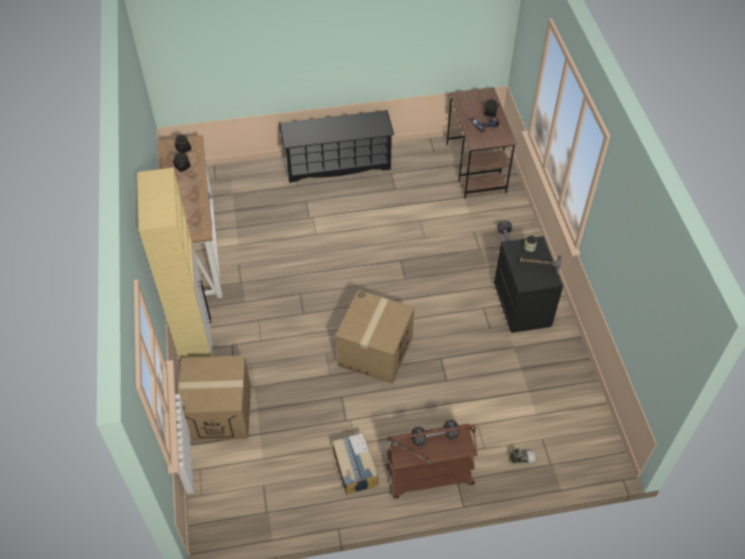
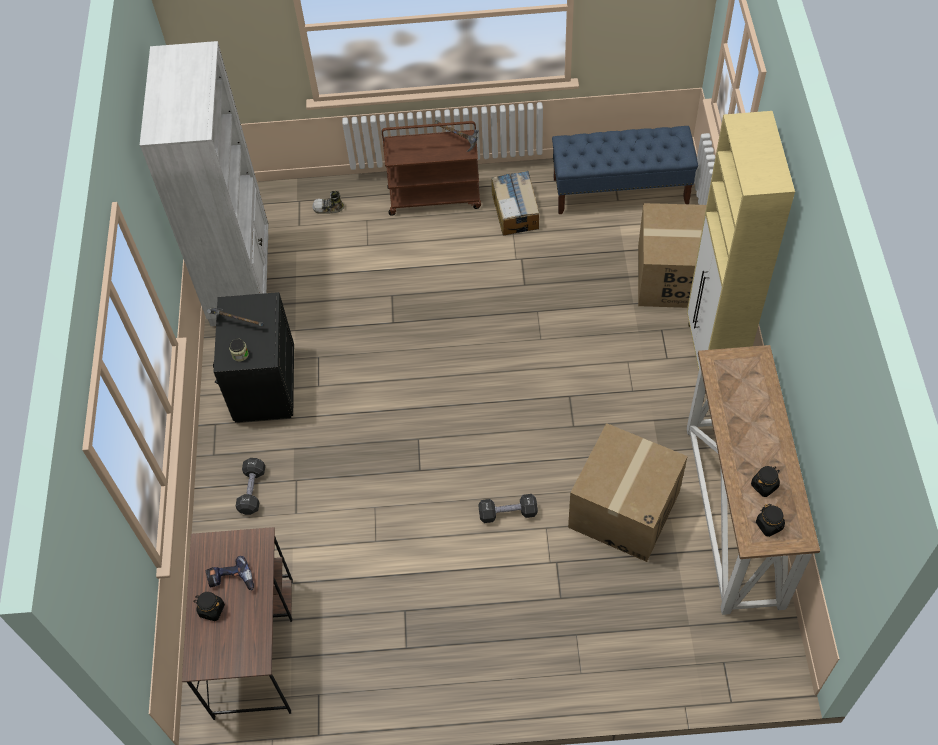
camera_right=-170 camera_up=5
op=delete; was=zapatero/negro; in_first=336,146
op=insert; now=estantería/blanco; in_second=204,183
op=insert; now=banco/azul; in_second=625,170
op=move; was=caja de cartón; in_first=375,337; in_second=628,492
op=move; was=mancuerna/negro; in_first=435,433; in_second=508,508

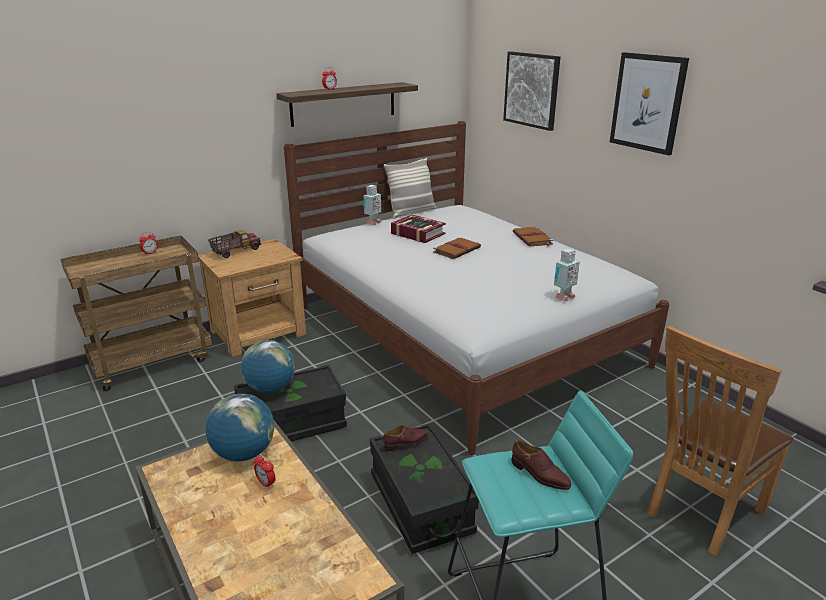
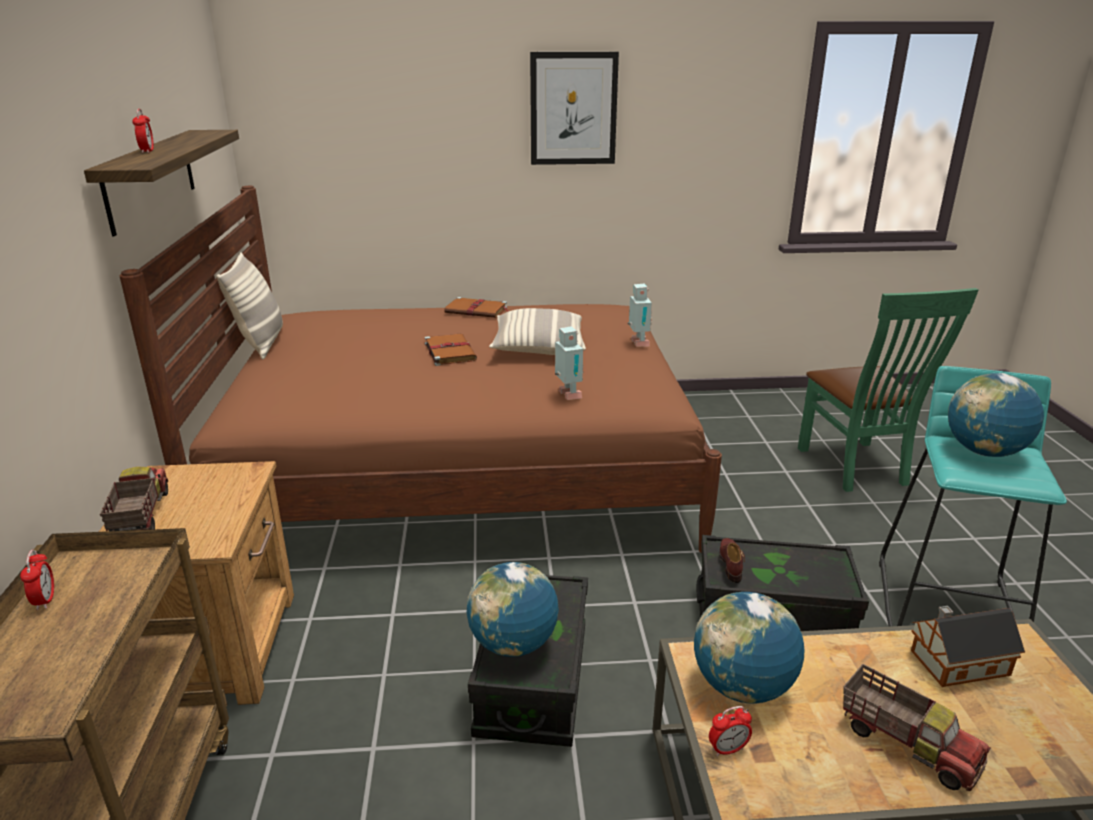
camera_right=-60 camera_up=0
op=delete; was=libro; in_first=418,229
op=delete; was=cuadro; in_first=531,91
op=insert; now=cojín; in_second=537,331
op=insert; now=camión de juguete; in_second=917,727
op=insert; now=casita; in_second=968,646
op=move; was=despertador; in_first=265,471; in_second=730,731
op=move; was=robot de juguete; in_first=372,205; in_second=569,363
op=replace; was=zapato/marrón; now=globo terráqueo; in_first=541,465; in_second=996,415
op=recolor; was=cama/blanco; now=cama/marrón; in_first=476,288; in_second=421,369
op=recolor; was=silla/marrón; now=silla/verde; in_first=720,441; in_second=888,390

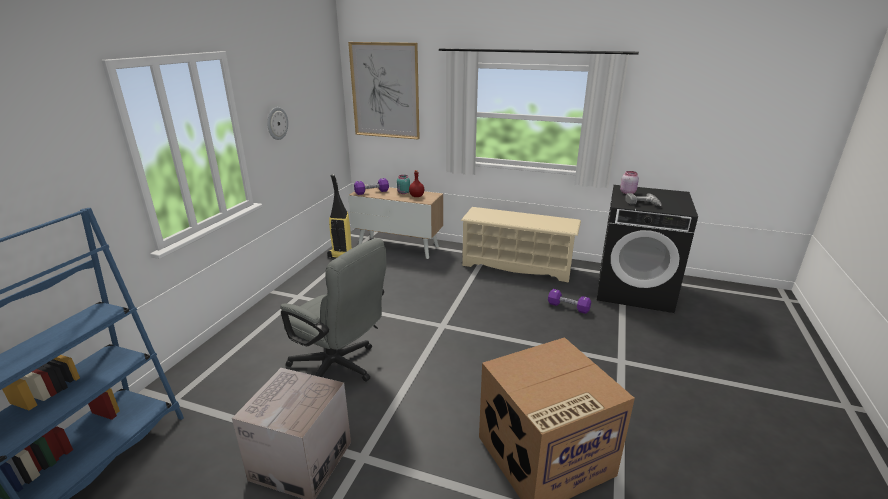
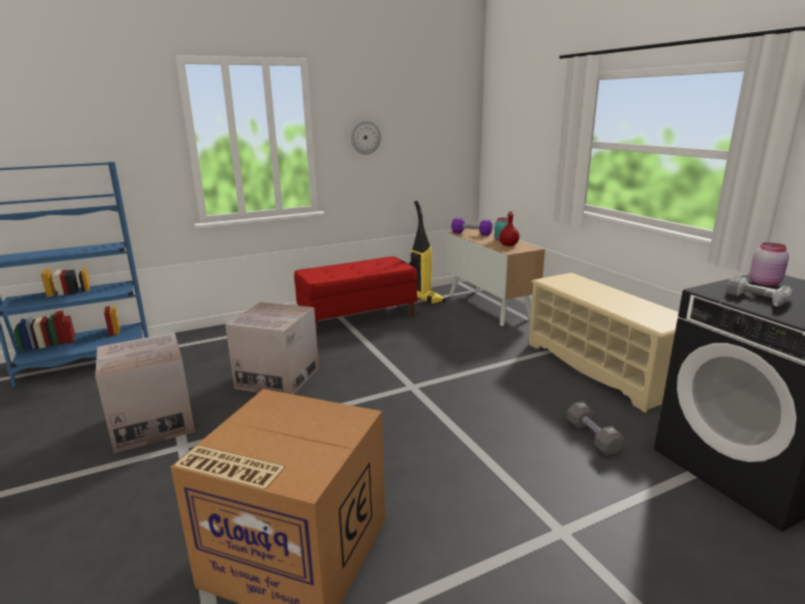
camera_right=45 camera_up=-5
op=delete; was=cuadro; in_first=384,91
op=insert; now=banco/rojo; in_second=355,296
op=replace; was=silla de oficina/gris; now=caja de cartón; in_first=333,310; in_second=272,348
op=recolor; was=mancuerna/morado; now=mancuerna/gris; in_first=569,301; in_second=595,428

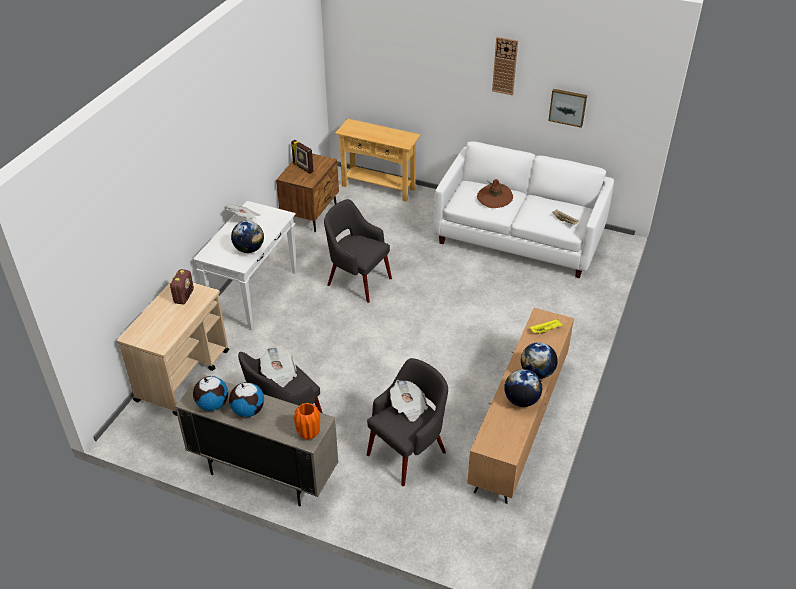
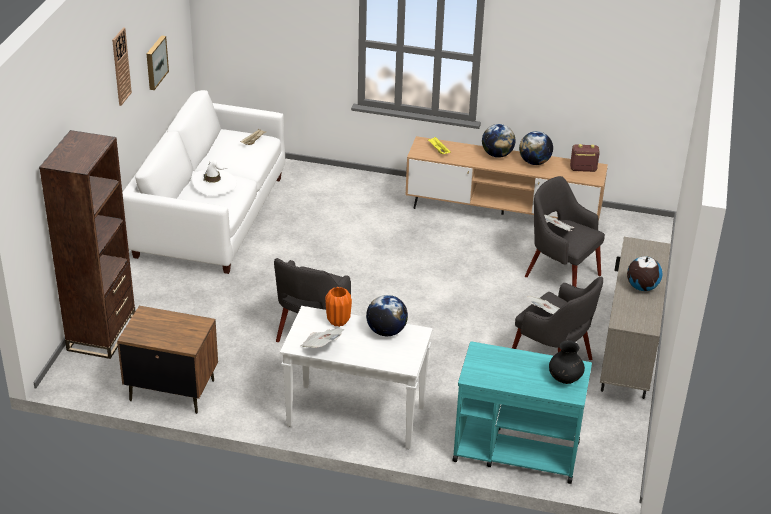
camera_right=-100 camera_up=-5
op=delete; was=globo terráqueo; in_first=210,393
op=delete; was=portarretratos; in_first=302,156
op=insert; now=florero/negro; in_second=567,362
op=move; was=radio; in_first=181,286; in_second=585,158
op=move; was=florero/naranja; in_first=307,421; in_second=338,307
op=replace; was=mesa consola/beis; now=estantería/marrón; in_first=378,160; in_second=87,244
op=recolor; was=carrito/beis; now=carrito/turquesa; in_first=173,349; in_second=522,413
op=recolor; was=sombrero/marrón; now=sombrero/blanco; in_first=495,193; in_second=214,178

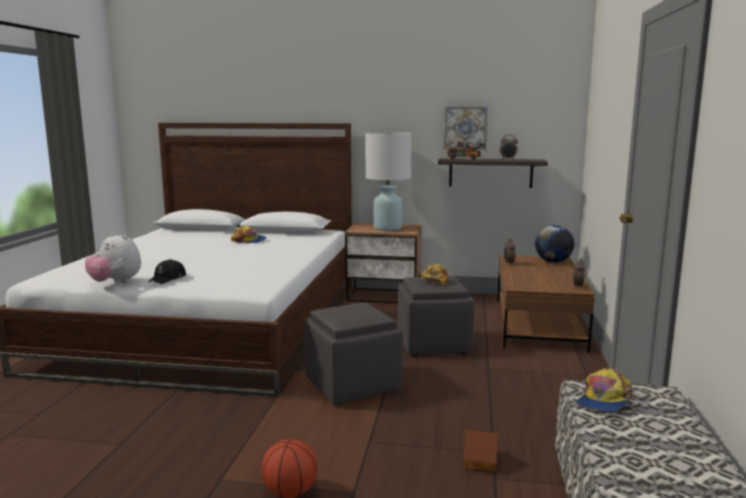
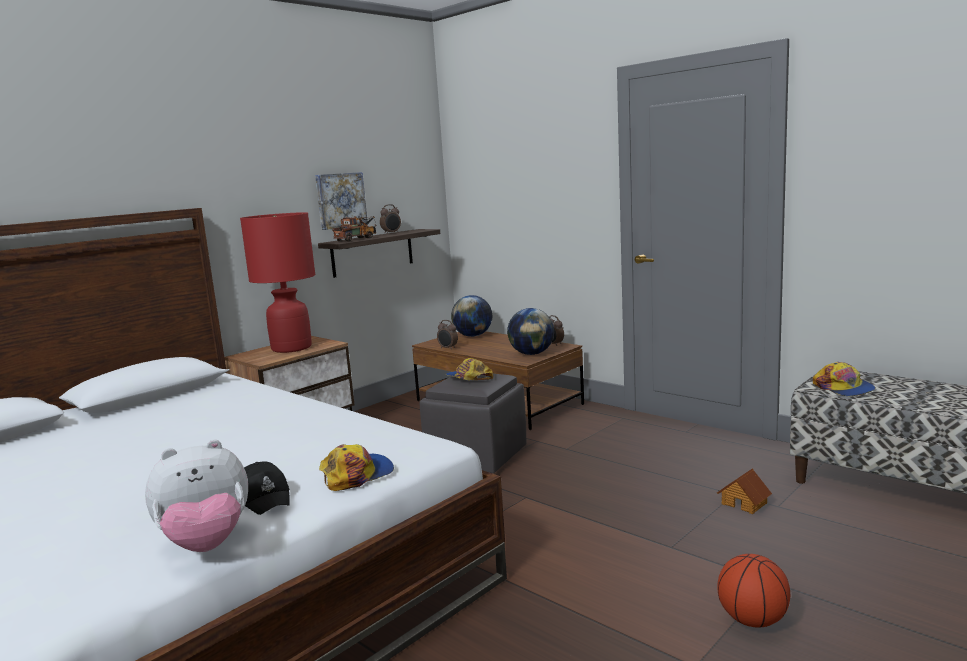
camera_right=-55 camera_up=0
op=delete; was=puf/gris; in_first=353,353
op=insert; now=globo terráqueo; in_second=530,331
op=move; was=gorra; in_first=248,234; in_second=356,467
op=recolor; was=lámpara de mesa/blanco; now=lámpara de mesa/rojo; in_first=388,181; in_second=277,282

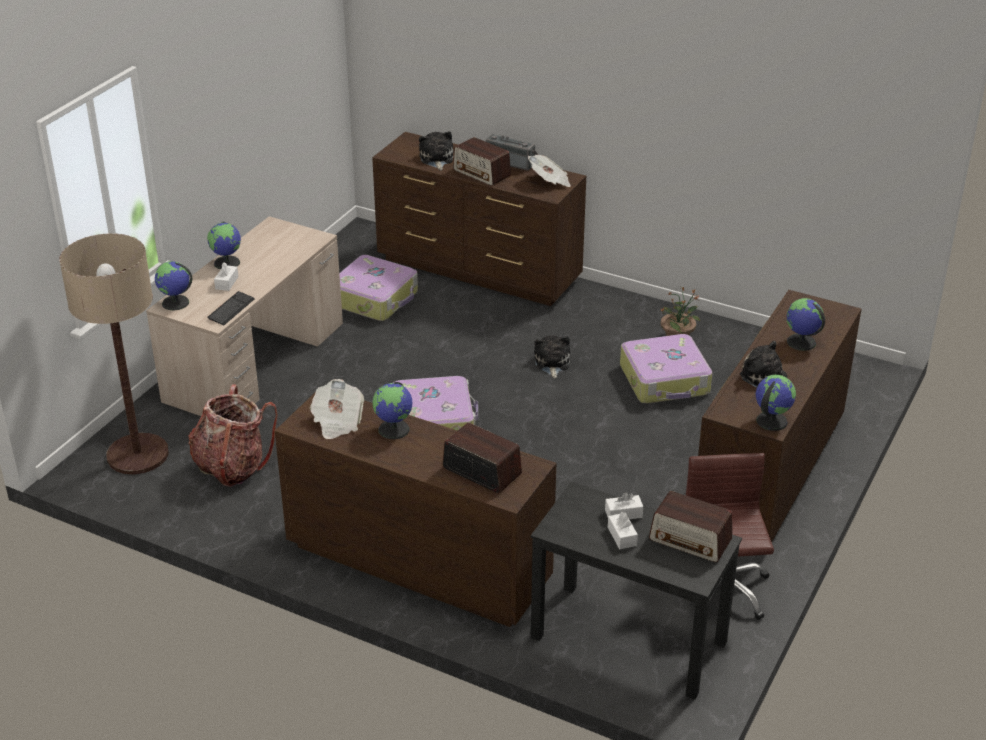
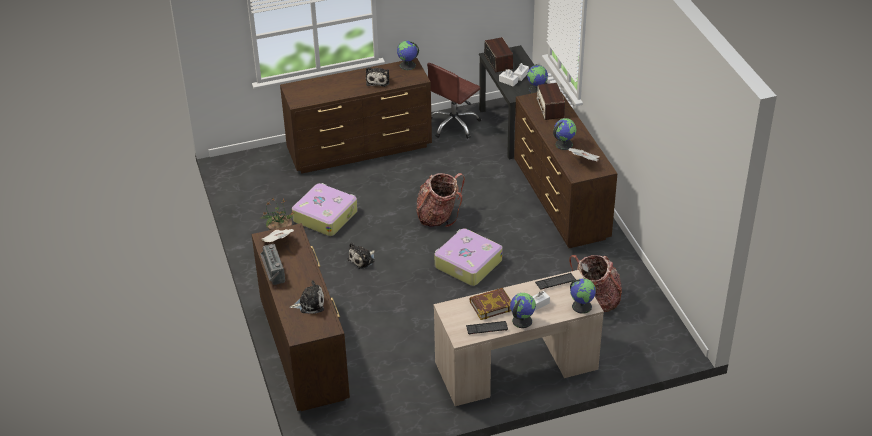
camera_right=-135 camera_up=5
op=delete; was=lámpara de pie; in_first=114,353
op=delete; was=maleta; in_first=378,288
op=delete; was=radio; in_first=482,161
op=insert; now=mochila; in_second=440,200
op=insert; now=teclado; in_second=487,327
op=insert; now=libro; in_second=490,304
op=move; was=globo terráqueo; in_first=806,324; in_second=537,78
op=rotate; was=peluche; in_first=436,150; in_second=306,297; clockwise=-135

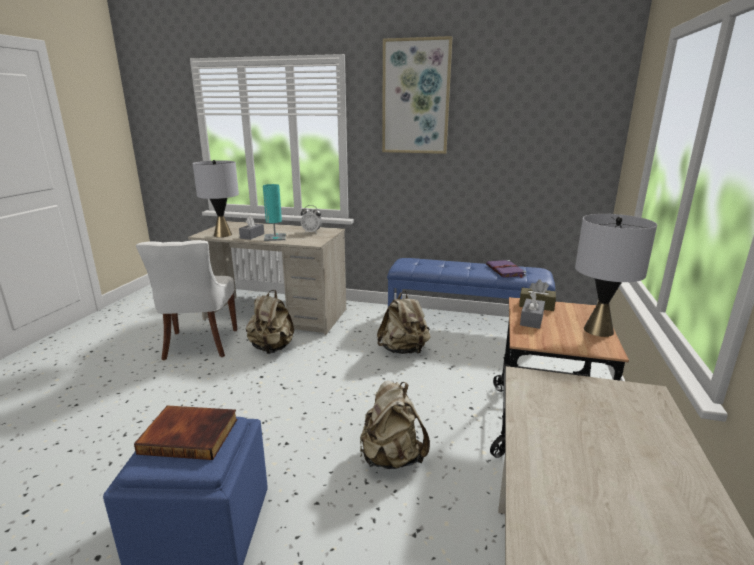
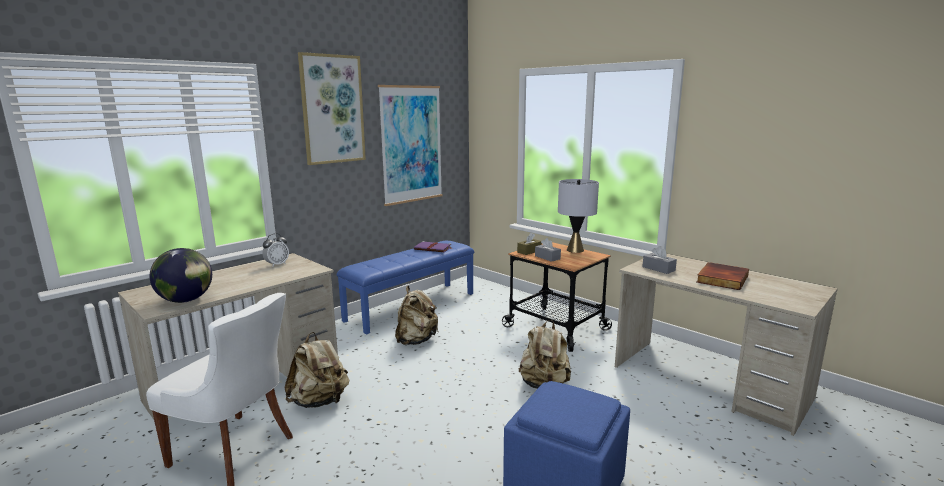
camera_right=-60 camera_up=-5
op=delete; was=lámpara de mesa/turquesa; in_first=274,212
op=insert; now=cuadro; in_second=410,145
op=move; was=libro; in_first=185,432; in_second=722,276
op=move; was=caja de pañuelos/gris; in_first=251,228; in_second=659,260
op=replace; was=lámpara de mesa/gris; now=globo terráqueo; in_first=216,198; in_second=181,275

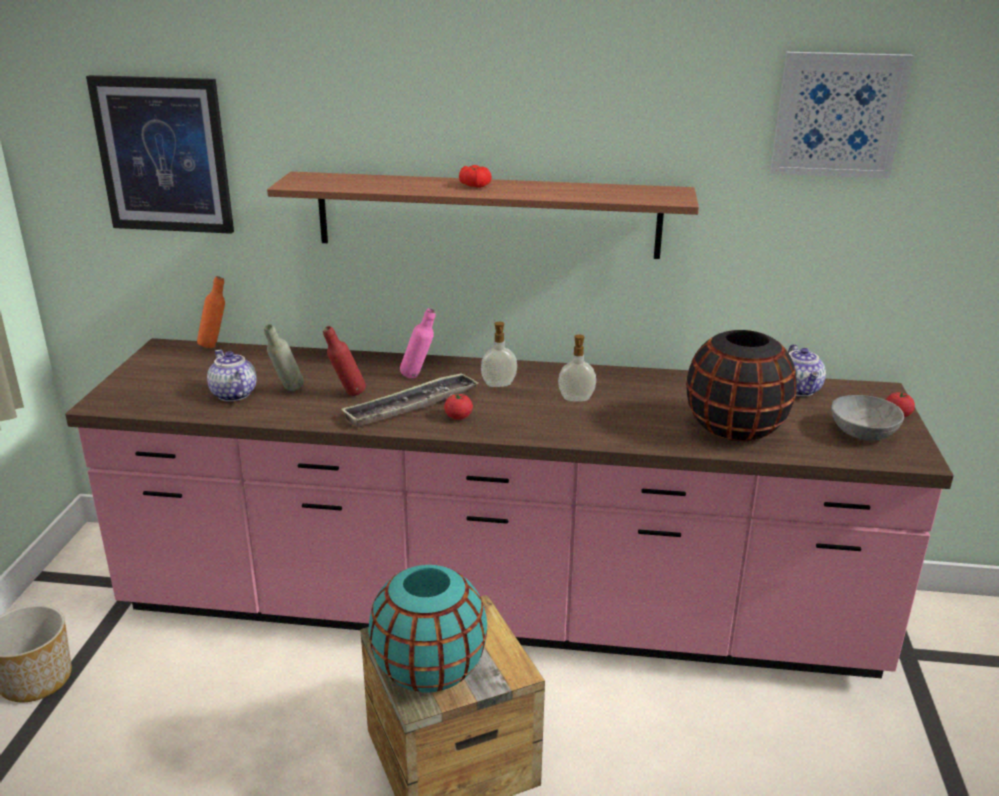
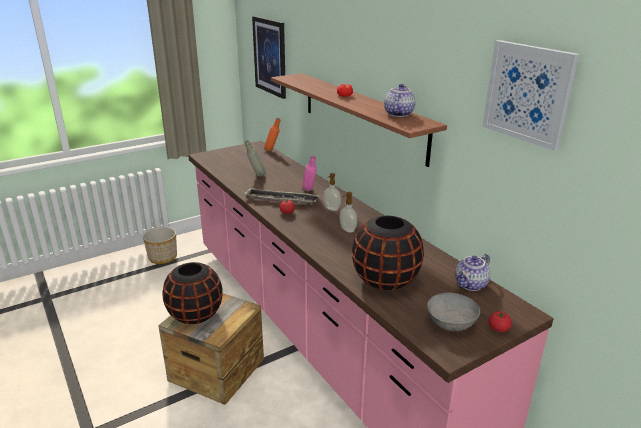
camera_right=50 camera_up=0
op=delete; was=botella/rojo; in_first=344,361
op=move; was=tetera; in_first=232,376; in_second=399,100
op=recolor; was=florero/turquesa; now=florero/negro; in_first=427,629; in_second=193,293

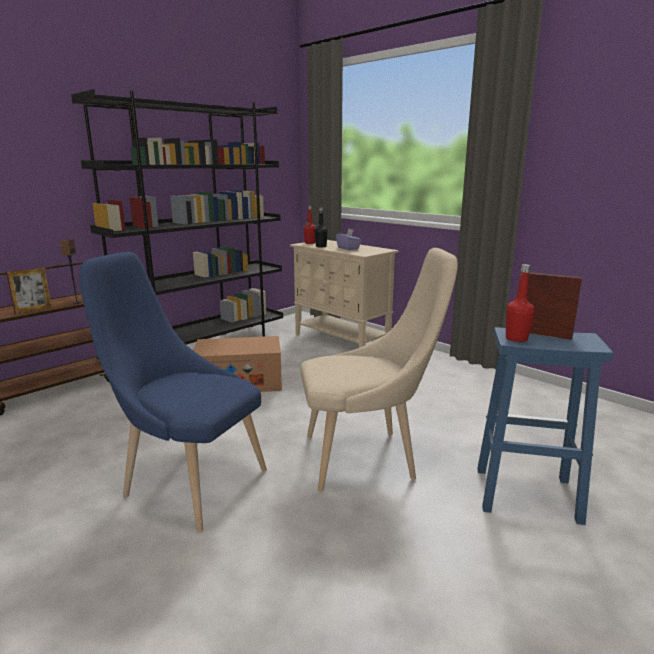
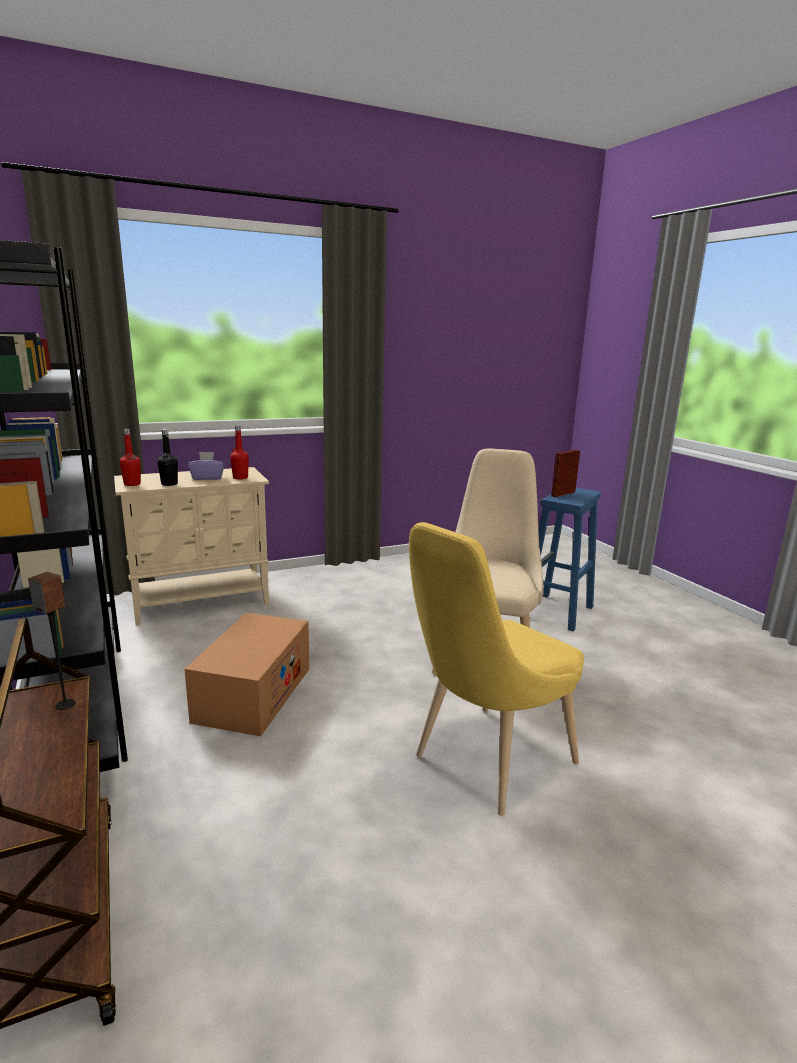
camera_right=-70 camera_up=0
op=delete; was=portarretratos; in_first=29,290
op=move; was=botella/rojo; in_first=520,303; in_second=239,452
op=recolor; was=silla/azul; now=silla/amarillo; in_first=173,392; in_second=496,669

